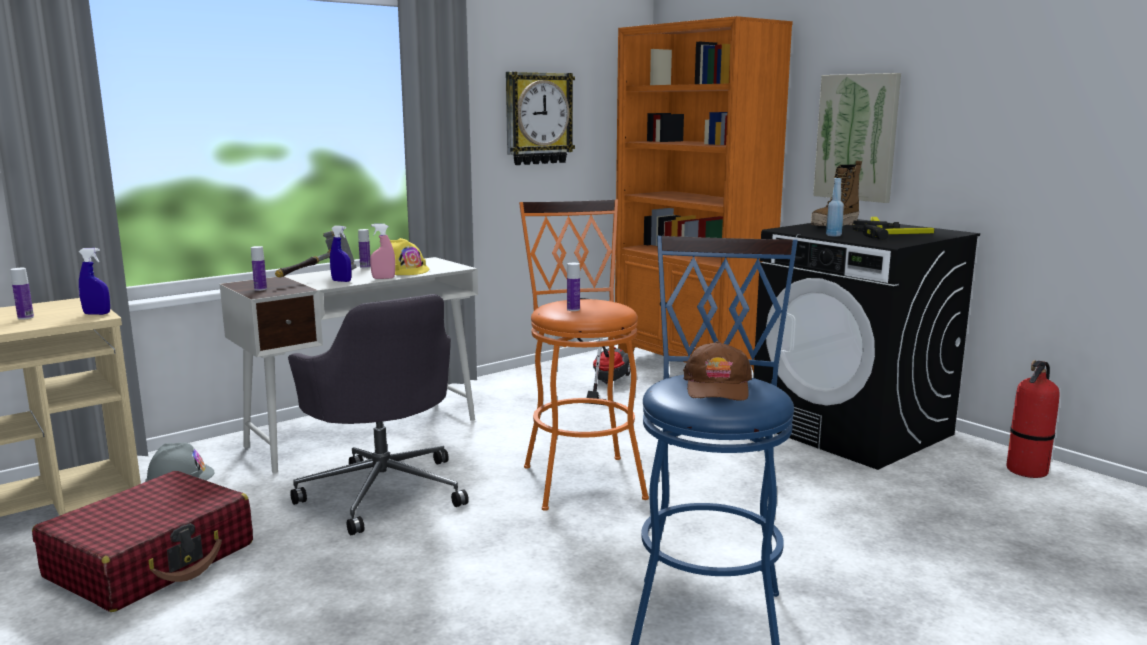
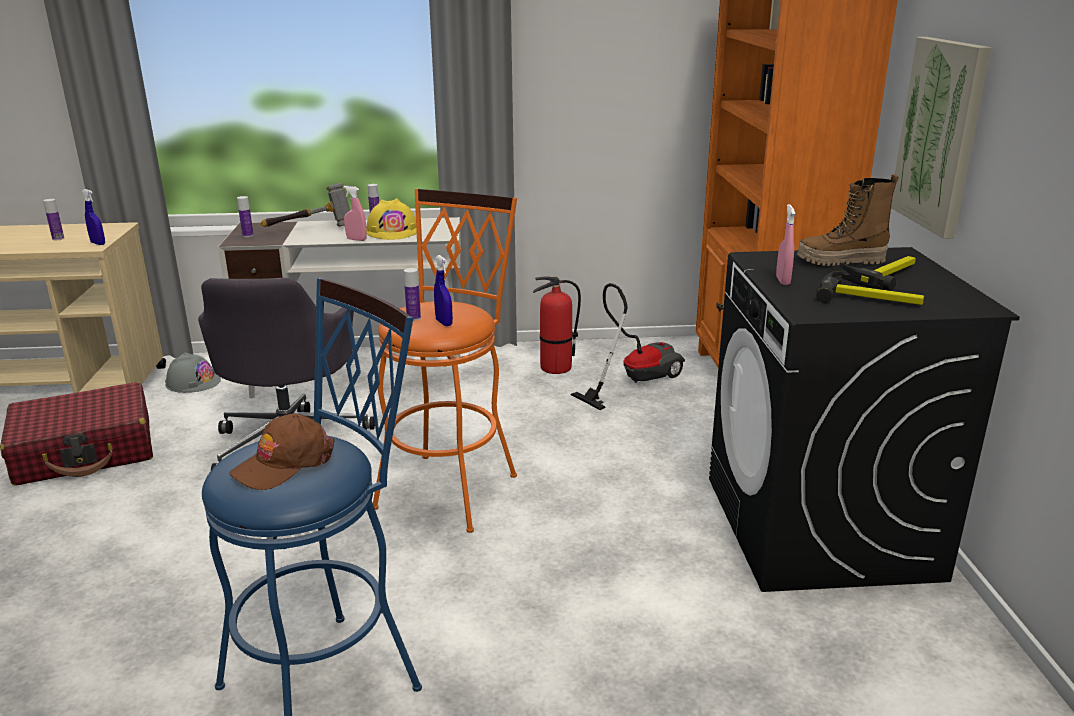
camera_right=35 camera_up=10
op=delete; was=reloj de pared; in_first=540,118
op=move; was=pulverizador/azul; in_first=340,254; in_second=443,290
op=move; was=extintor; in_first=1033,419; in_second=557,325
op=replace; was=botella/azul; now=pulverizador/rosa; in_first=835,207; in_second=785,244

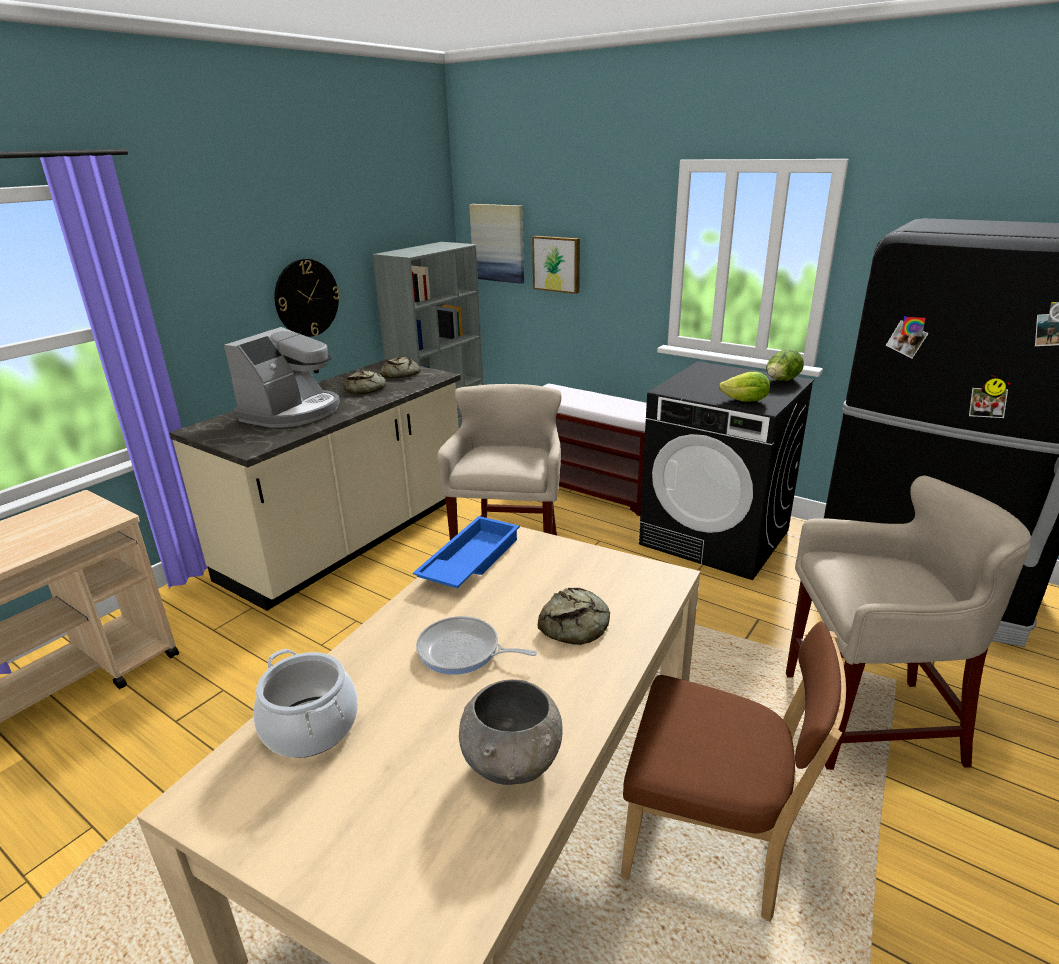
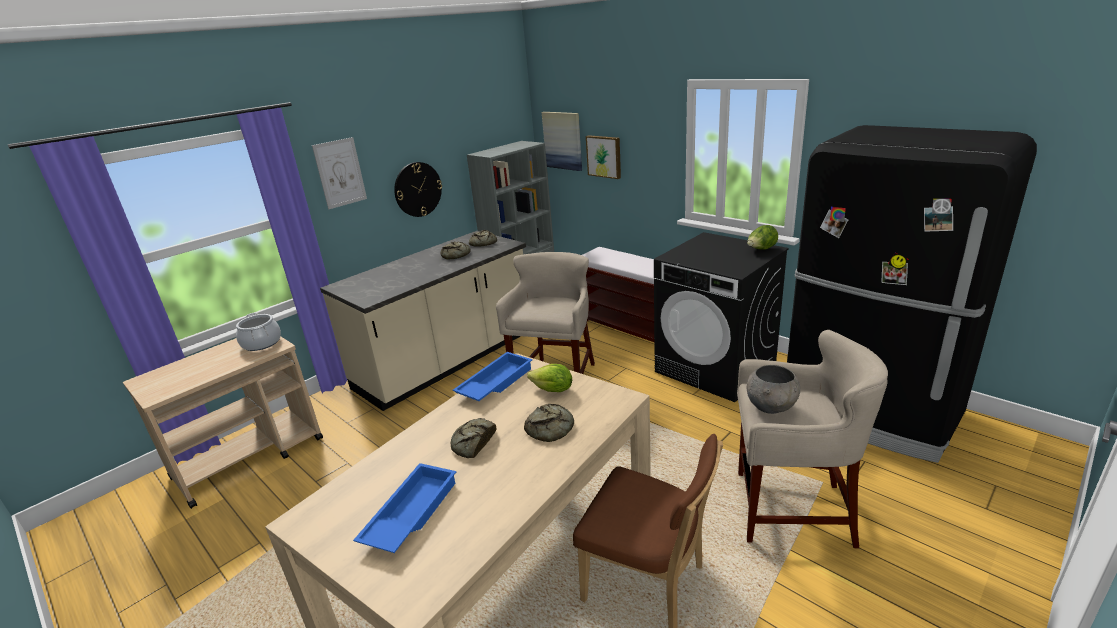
camera_right=10 camera_up=0
op=delete; was=cafetera; in_first=282,377
op=insert; now=cuadro; in_second=339,173
op=insert; now=bandeja/azul; in_second=404,508
op=move; was=olla; in_first=305,703; in_second=258,332
op=move; was=cuenco/gris; in_first=511,732; in_second=773,389
op=move; was=lechuga; in_first=744,386; in_second=549,378
op=replace; was=sartén; now=pan; in_first=476,645; in_second=473,438

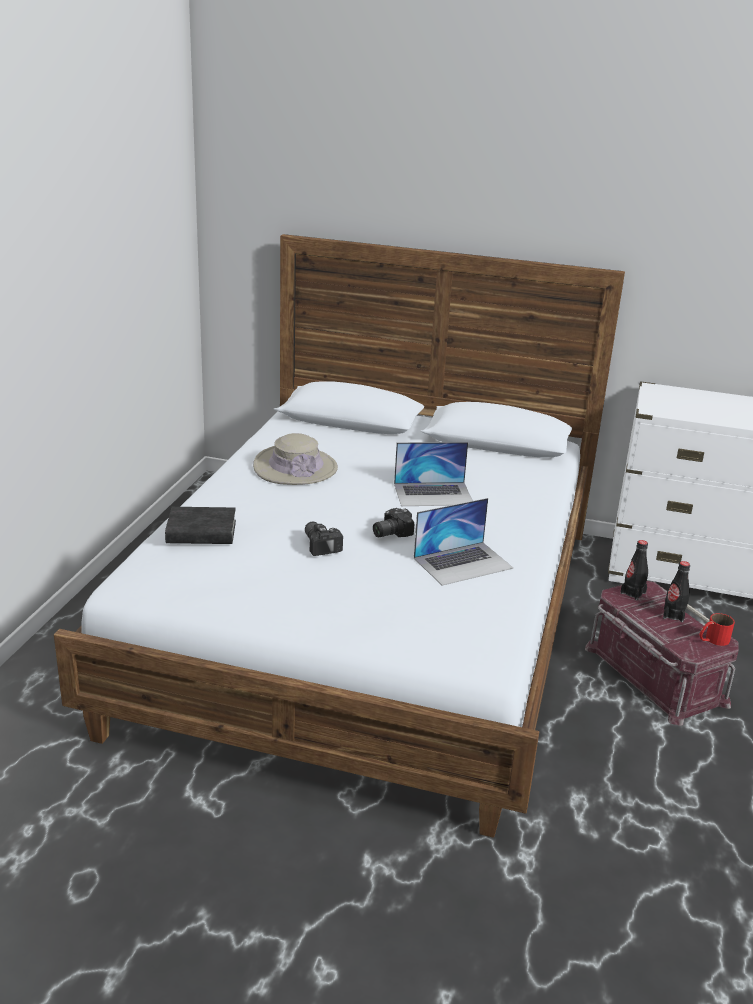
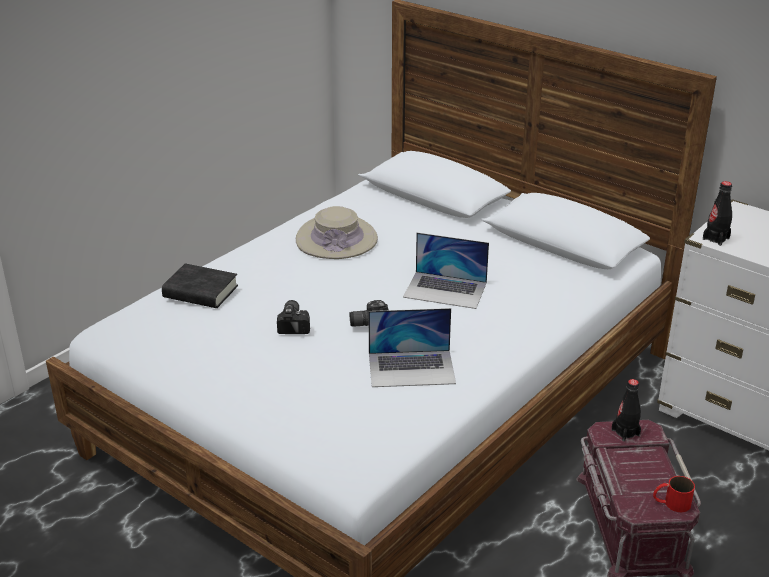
camera_right=25 camera_up=5
op=move; was=botella/negro; in_first=676,591; in_second=717,213

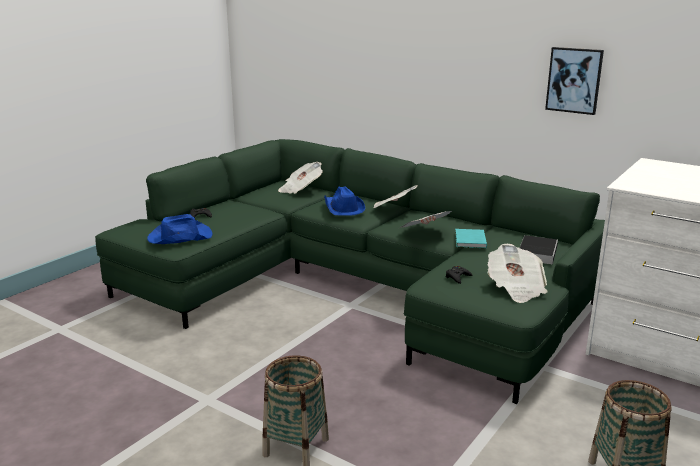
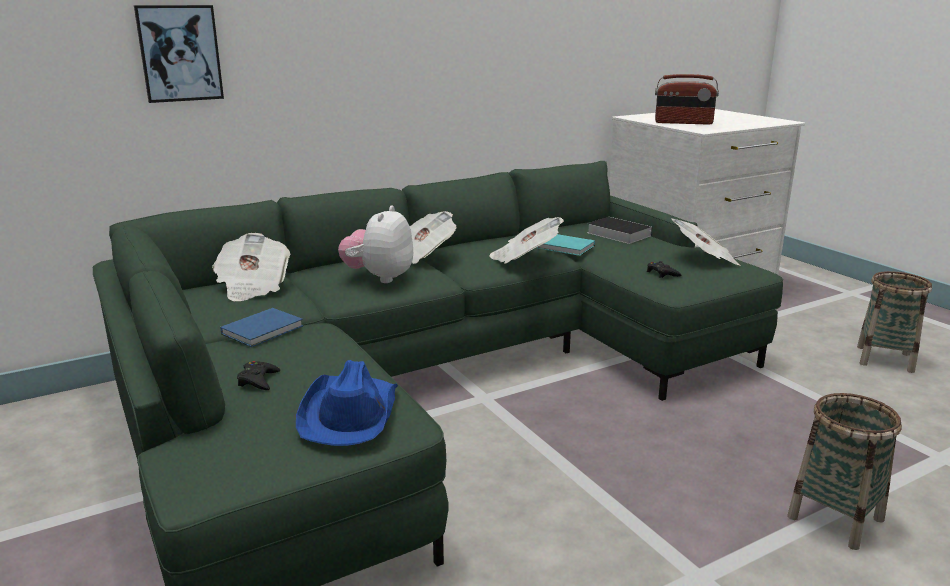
camera_right=-65 camera_up=0
op=insert; now=libro/azul; in_second=261,327
op=insert; now=radio; in_second=687,99
op=move; was=cuadro; in_first=574,81; in_second=179,54
op=replace; was=sombrero/azul; now=peluche; in_first=344,201; in_second=375,244

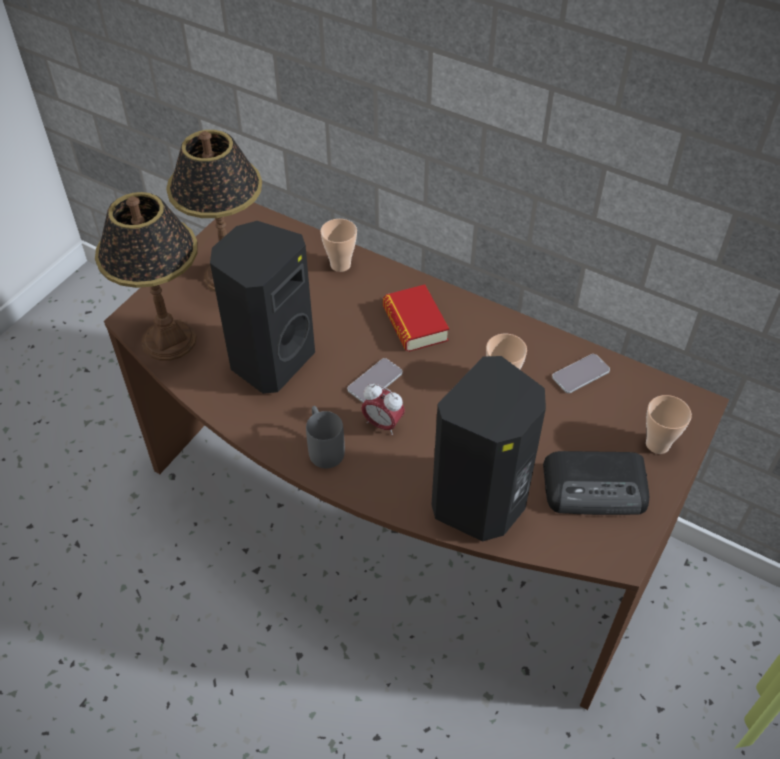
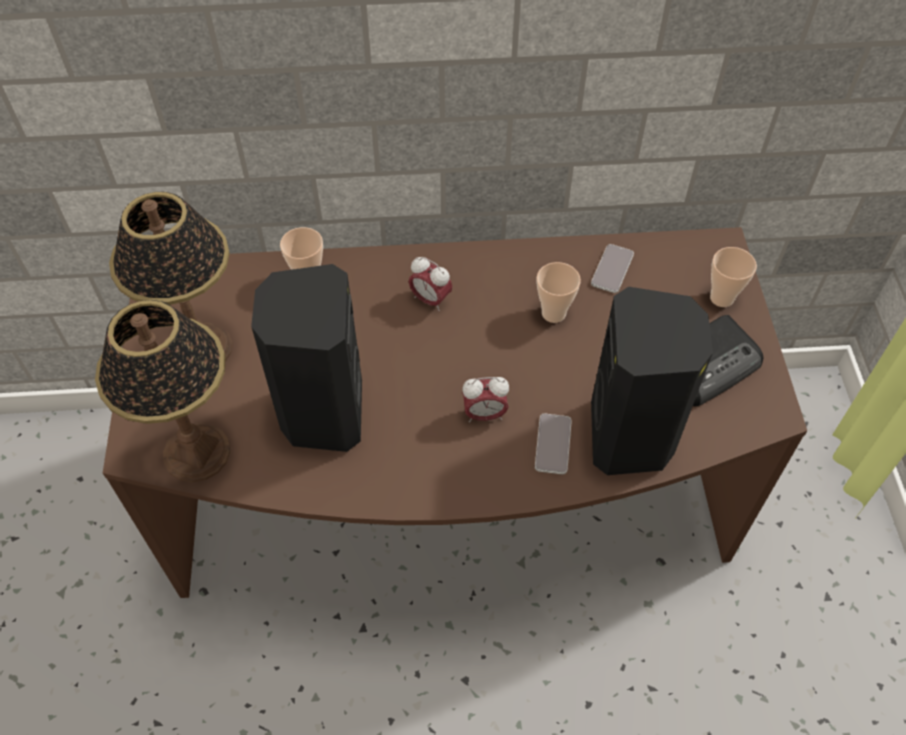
camera_right=-35 camera_up=5
op=delete; was=taza grande/gris; in_first=325,437
op=move; was=móvil; in_first=375,380; in_second=553,443
op=replace; was=libro; now=despertador; in_first=416,318; in_second=430,284

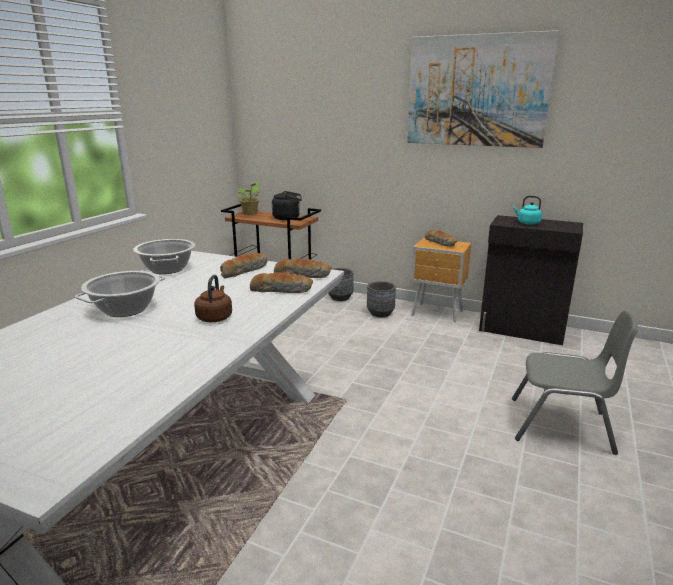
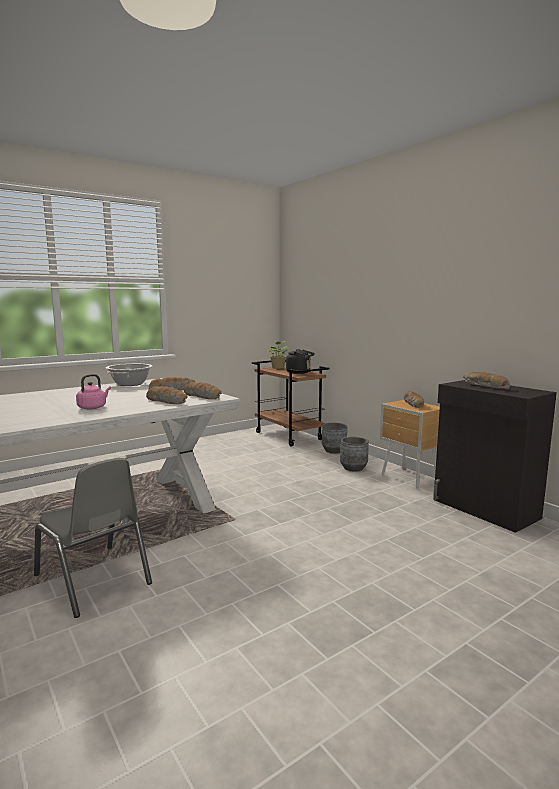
camera_right=30 camera_up=-10
op=delete; was=olla; in_first=120,294
op=delete; was=cuadro; in_first=483,89
op=move; was=silla/gris; in_first=575,382; in_second=93,538
op=replace; was=hervidor/turquesa; now=pan; in_first=527,210; in_second=486,381
op=recolor; was=hervidor/marrón; now=hervidor/rosa; in_first=213,298; in_second=93,391

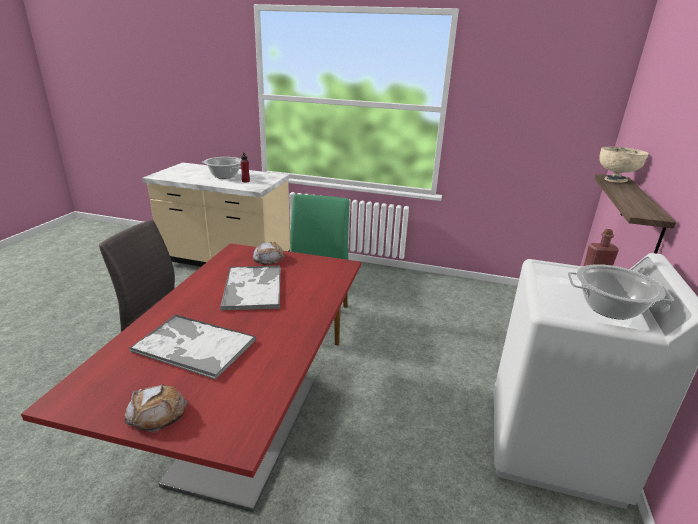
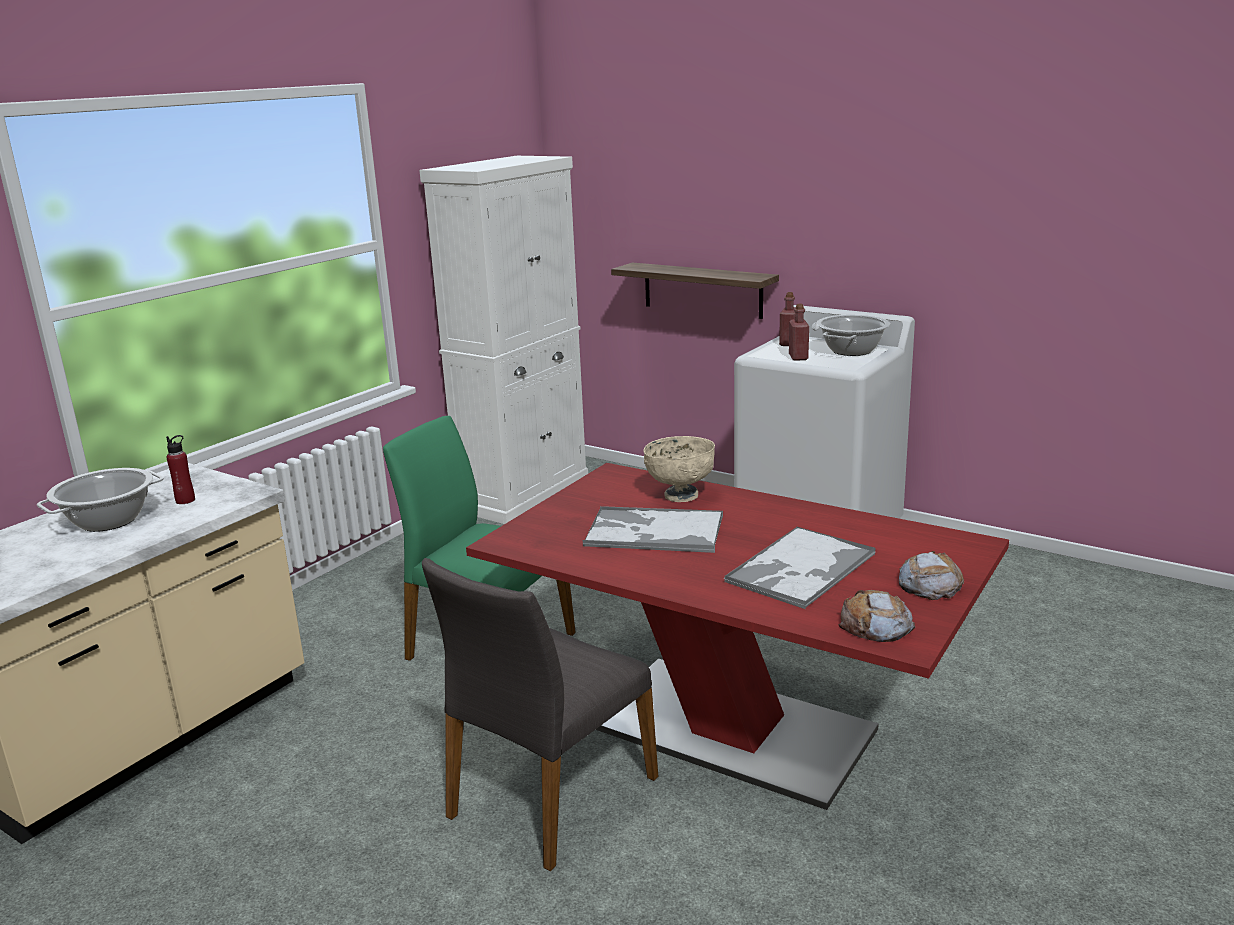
camera_right=-70 camera_up=-5
op=insert; now=armario/blanco; in_second=503,340
op=insert; now=botella/rojo; in_second=799,332
op=move; was=pan; in_first=269,253; in_second=877,616
op=move; was=cuenco/beis; in_first=624,165; in_second=679,469

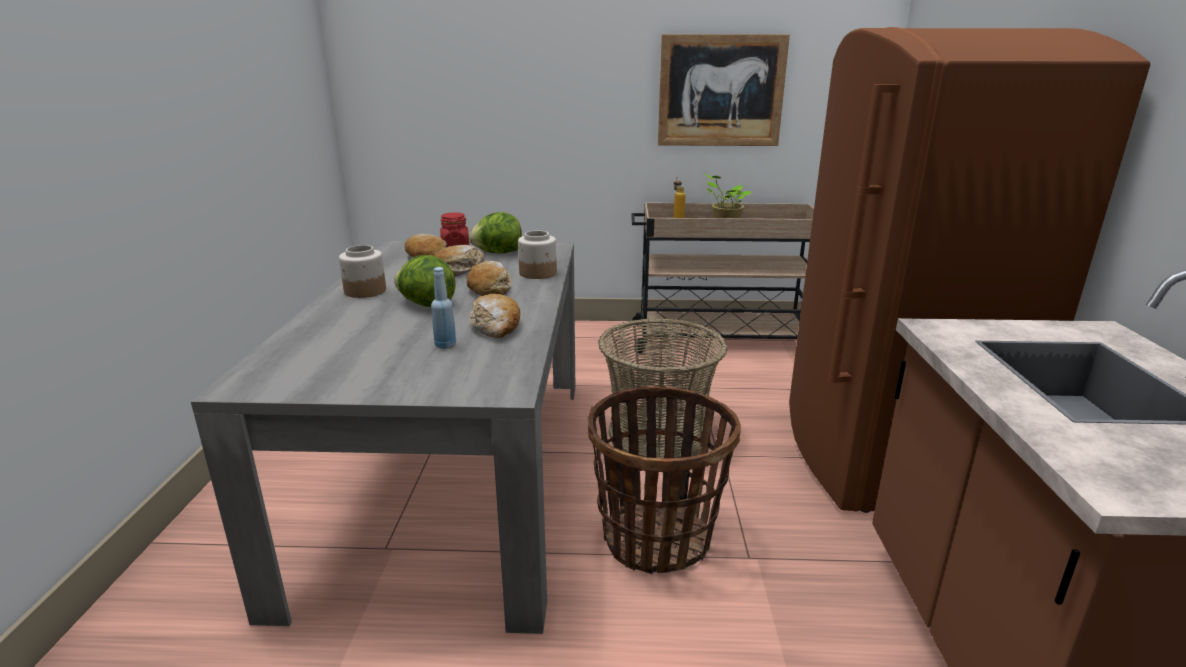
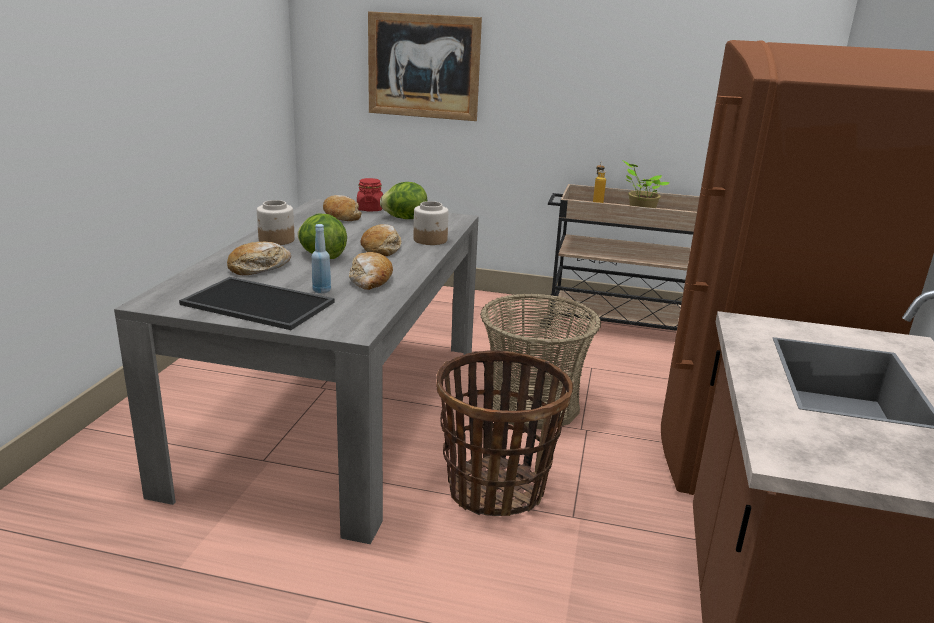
camera_right=10 camera_up=0
op=insert; now=bandeja; in_second=257,303
op=move; was=pan; in_first=459,260; in_second=259,258
op=move; was=cuadro; in_first=724,90; in_second=425,66

